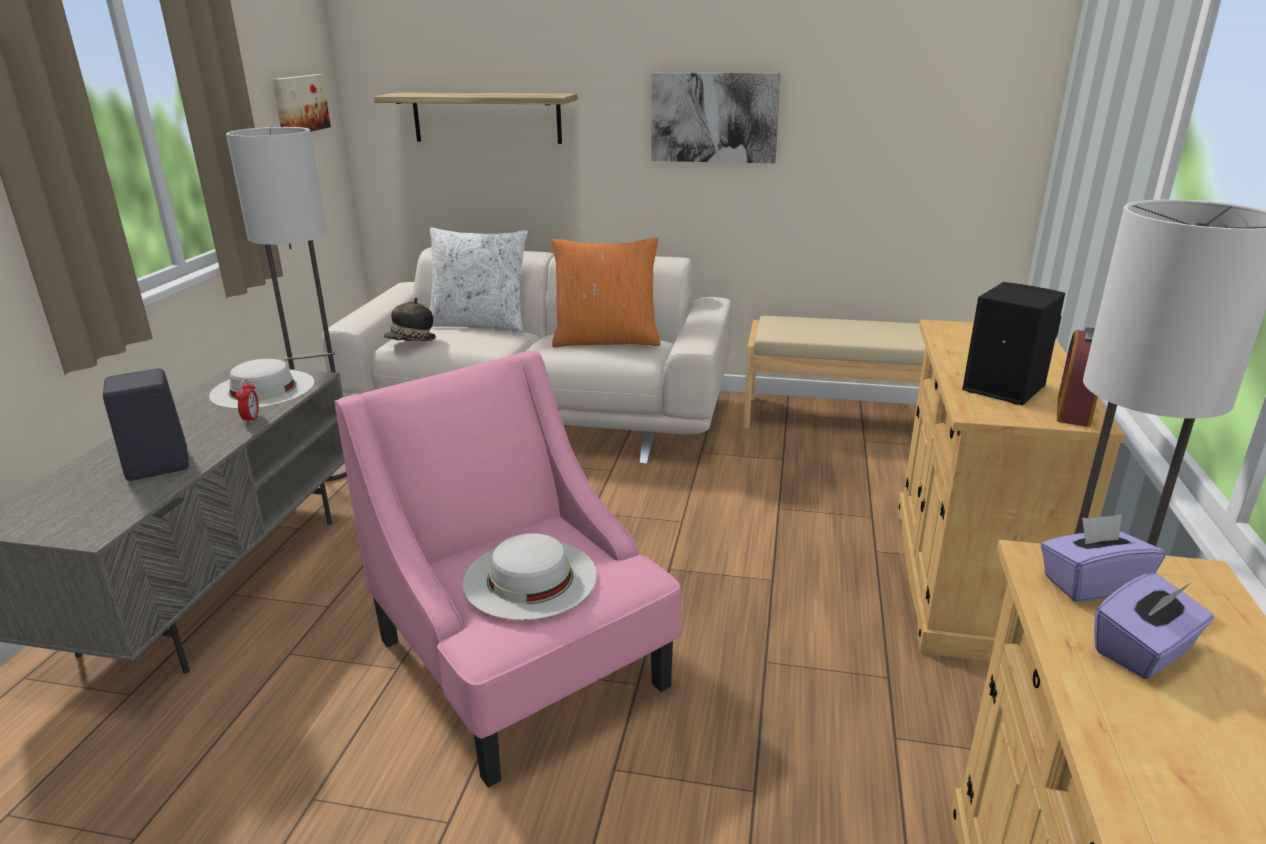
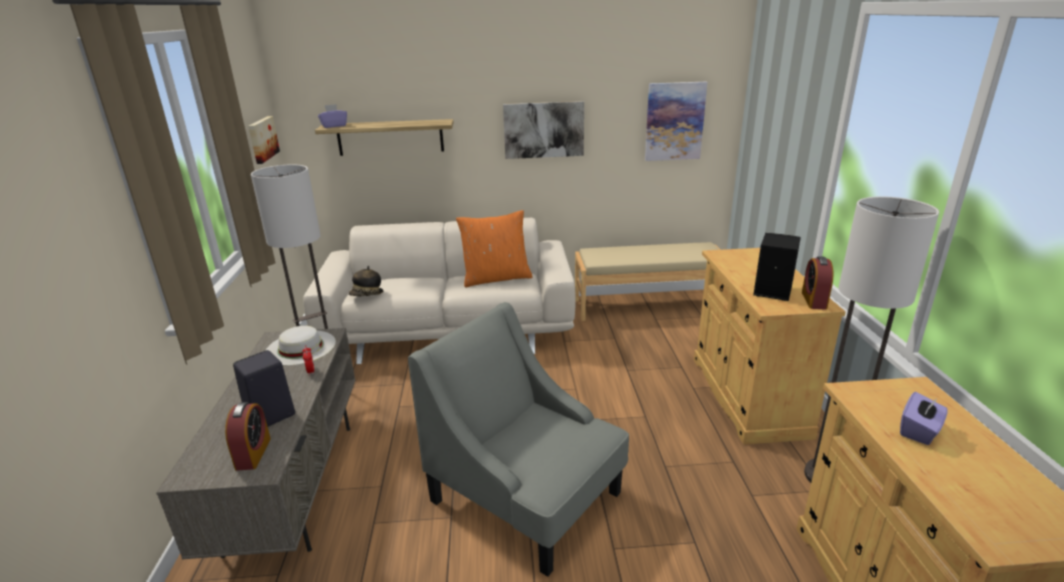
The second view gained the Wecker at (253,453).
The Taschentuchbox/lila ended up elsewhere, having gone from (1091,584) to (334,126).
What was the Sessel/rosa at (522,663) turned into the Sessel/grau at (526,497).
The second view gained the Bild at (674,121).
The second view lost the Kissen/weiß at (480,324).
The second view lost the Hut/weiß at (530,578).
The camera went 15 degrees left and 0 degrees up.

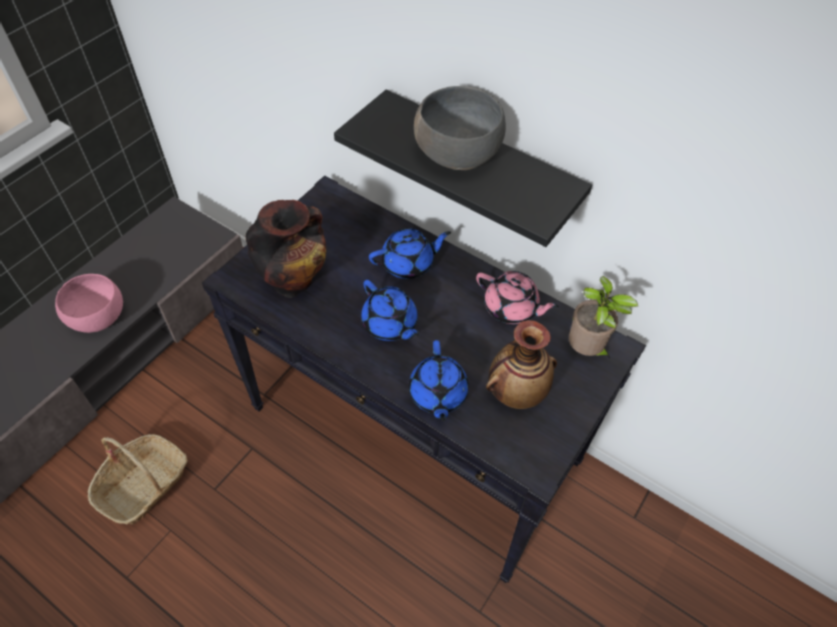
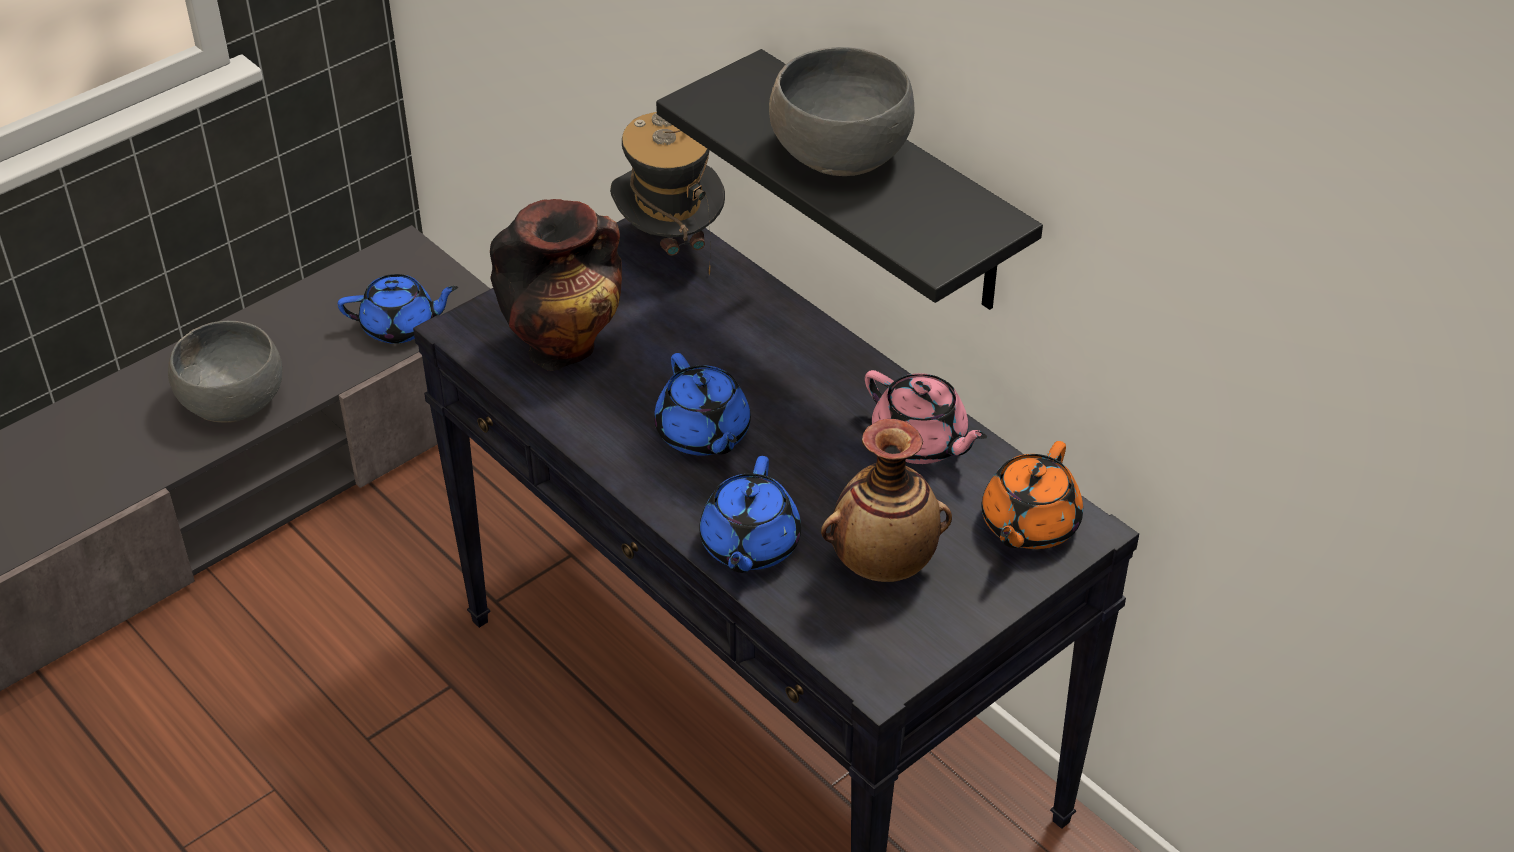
What was the Schüssel/rosa at (97,316) turned into the Schüssel/grau at (233,401).
The Teekanne/blau ended up elsewhere, having gone from (408,264) to (401,326).
The second view gained the Hut at (669,247).
Where the Topfpflanze stood at (586,351), the Teekanne/orange came to stand at (1028,525).
The second view lost the Korb at (144,485).
The camera went 15 degrees right and 10 degrees down.

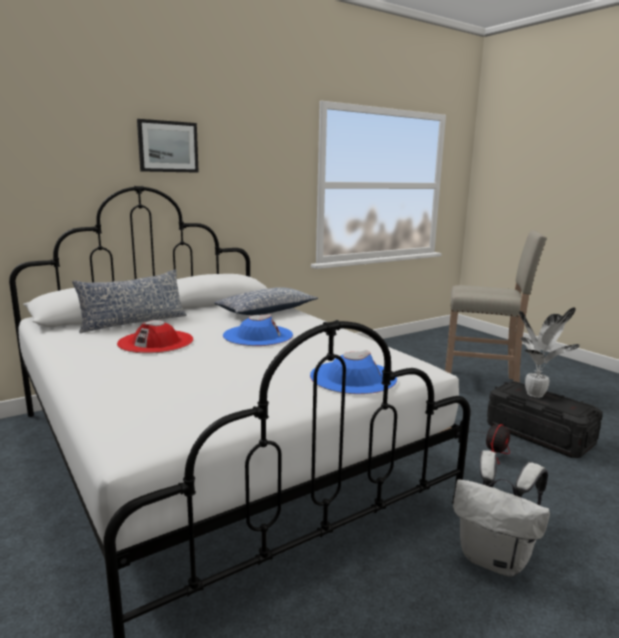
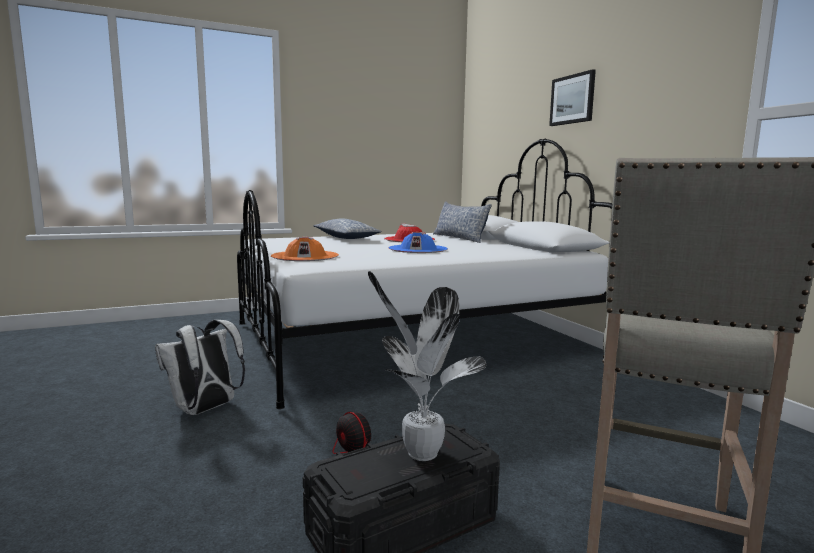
What was the Hut/blau at (353,377) turned into the Hut/orange at (305,256).
The Kissen ended up elsewhere, having gone from (266,311) to (346,238).
The camera went 100 degrees right and 5 degrees down.

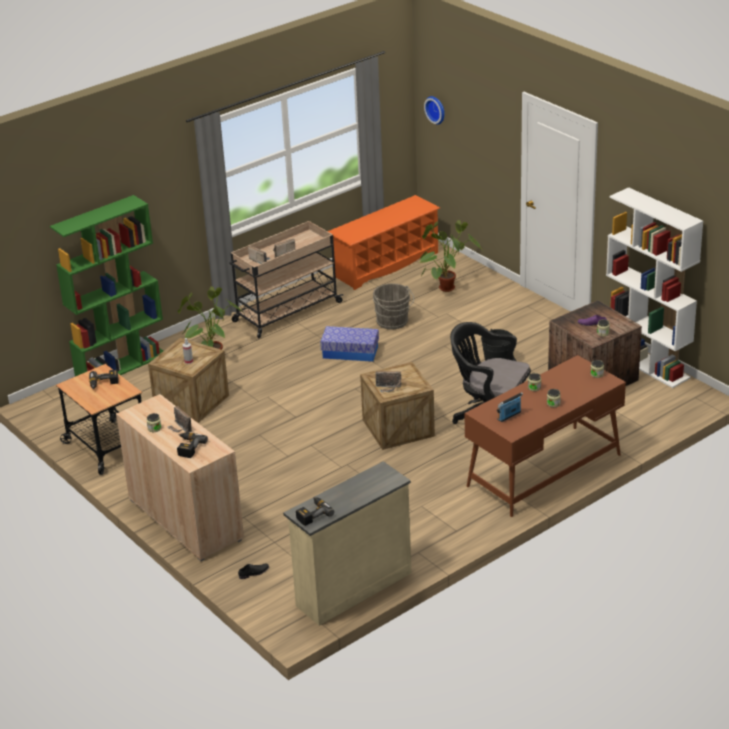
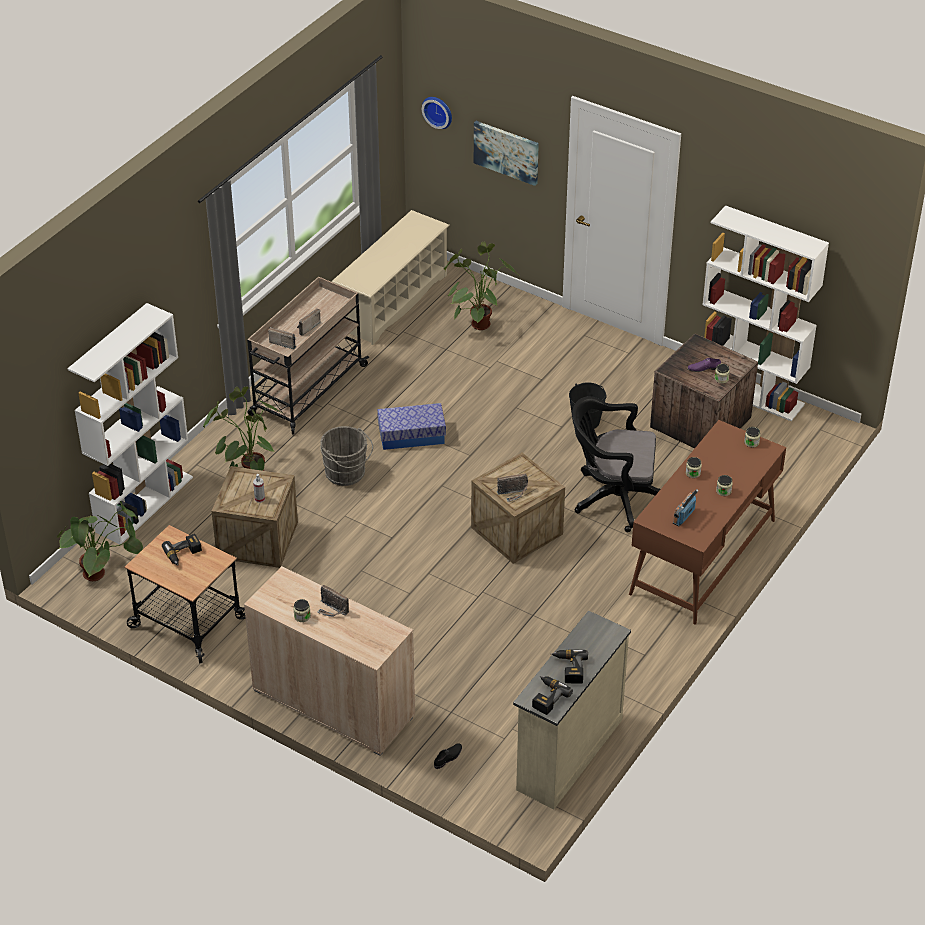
The second view gained the Topfpflanze at (105,575).
What was the Bücherregal/grün at (121,366) turned into the Bücherregal/weiß at (144,504).
The Eimer/grau ended up elsewhere, having gone from (393,322) to (347,474).
What was the Schuhregal/orange at (385,264) turned into the Schuhregal/beige at (393,302).
The second view gained the Bild at (506,152).
The Bohrmaschine ended up elsewhere, having gone from (188,447) to (569,669).
The camera went 20 degrees left and 10 degrees up.

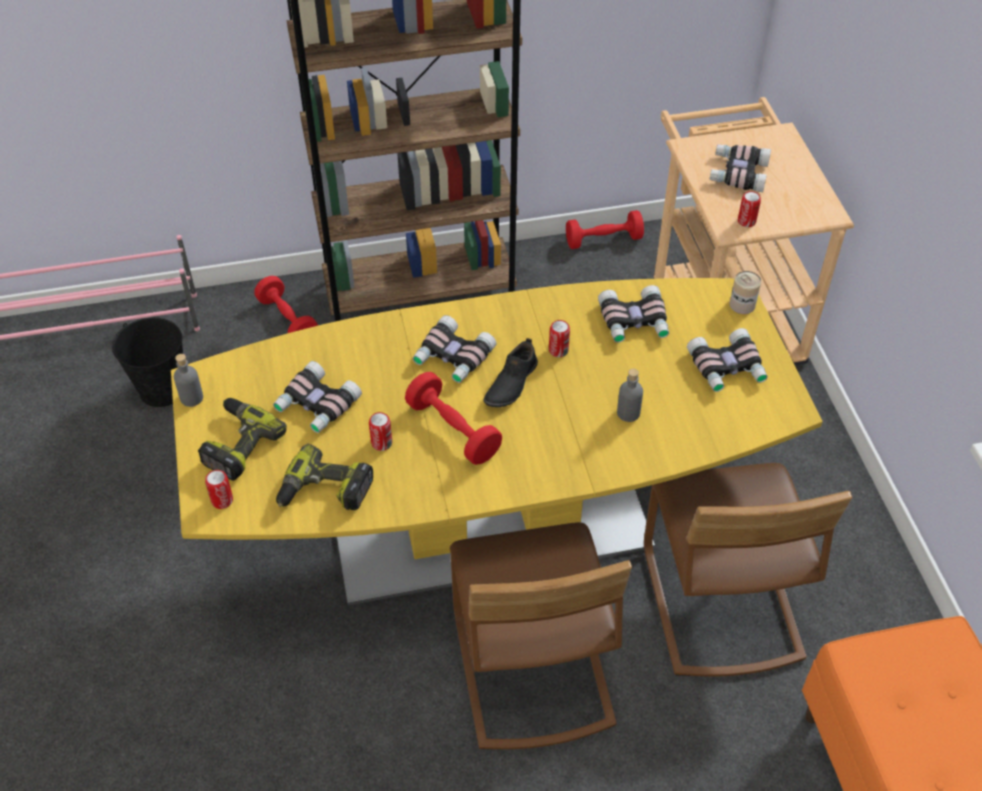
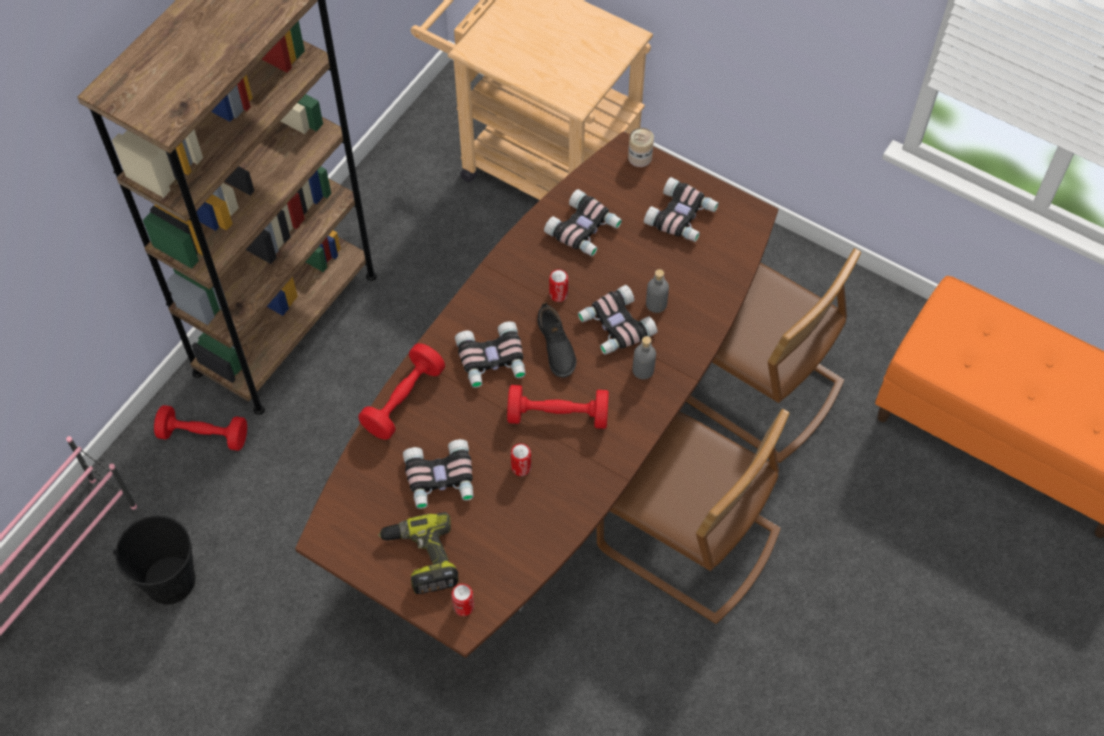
What was the Esstisch/gelb at (491,524) turned into the Esstisch/braun at (552,464).
The Hantel/rot ended up elsewhere, having gone from (603,240) to (403,400).
The Fernglas ended up elsewhere, having gone from (737,173) to (615,326).
The Flasche/grau ended up elsewhere, having gone from (192,398) to (643,370).
The second view lost the Bohrmaschine at (324,492).
The second view lost the Dose at (746,221).
The camera went 45 degrees left and 10 degrees up.

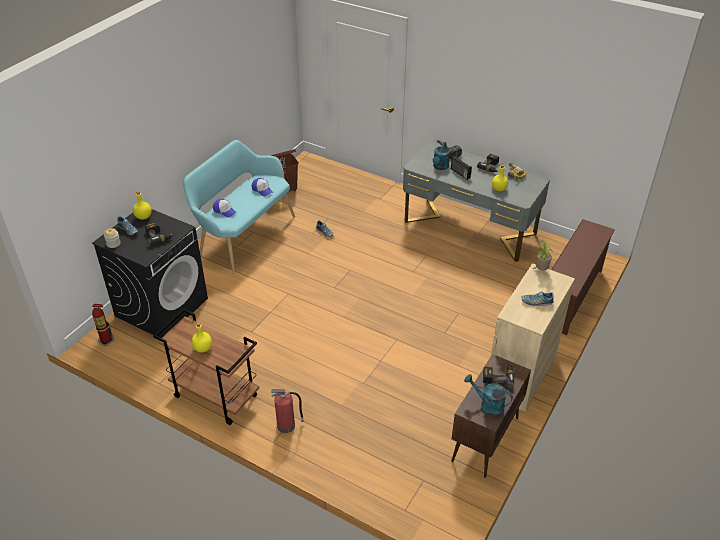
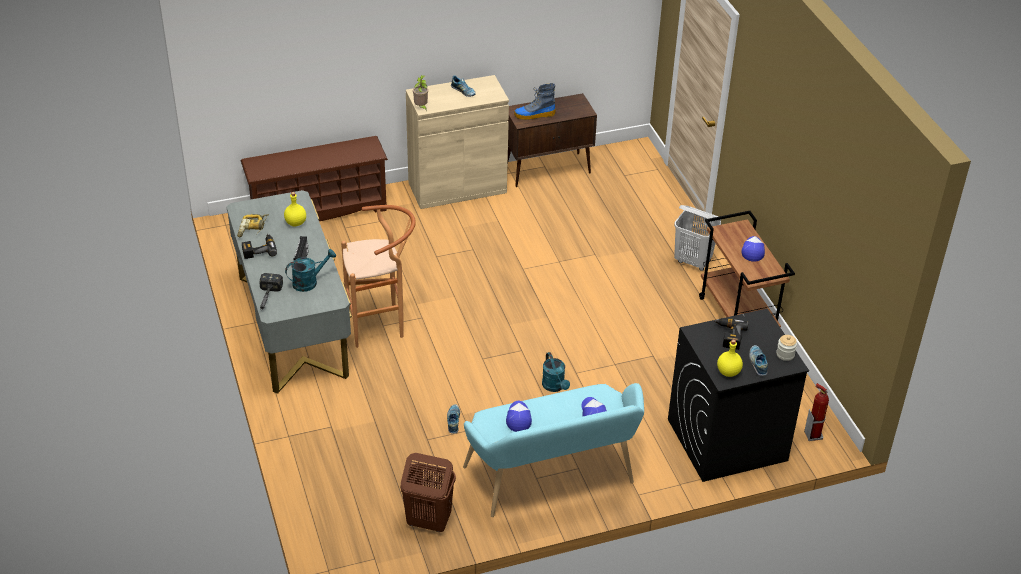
The second view gained the Hocker/braun at (381,325).
Where the Bohrmaschine stood at (498,376), the Stiefel came to stand at (534,115).
The Gießkanne/türkis ended up elsewhere, having gone from (487,405) to (555,387).
Where the Feuerlöscher stood at (287,425), the Wäschekorb/weiß came to stand at (693,261).
Where the Flasche/gelb stood at (203,348), the Kappe came to stand at (752,250).
The camera went 140 degrees left and 0 degrees up.

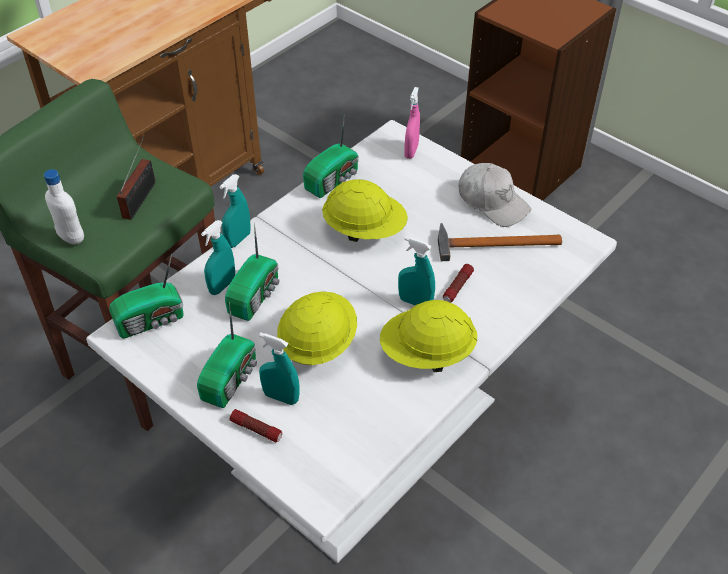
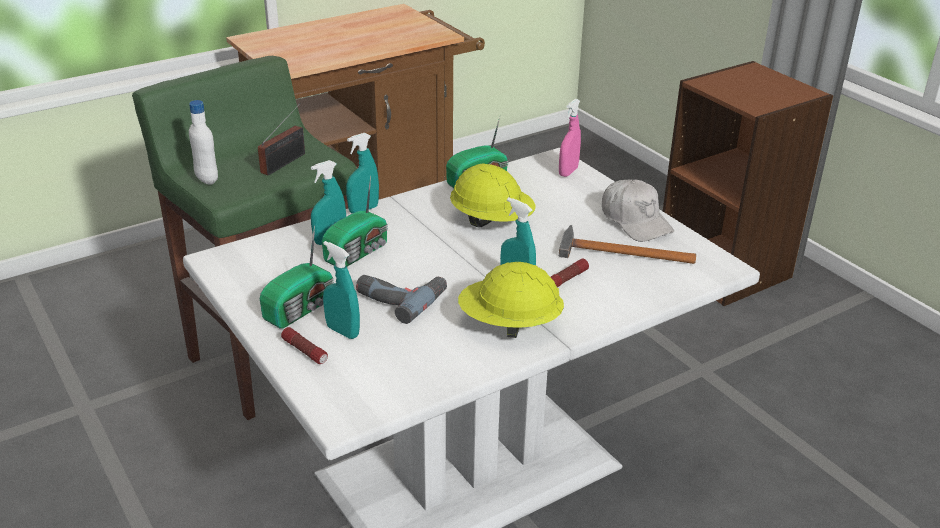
Where the Schutzhelm/gelb stood at (317,343), the Bohrmaschine came to stand at (401,297).
The second view lost the Radio at (152,321).
The camera went 15 degrees right and 15 degrees down.

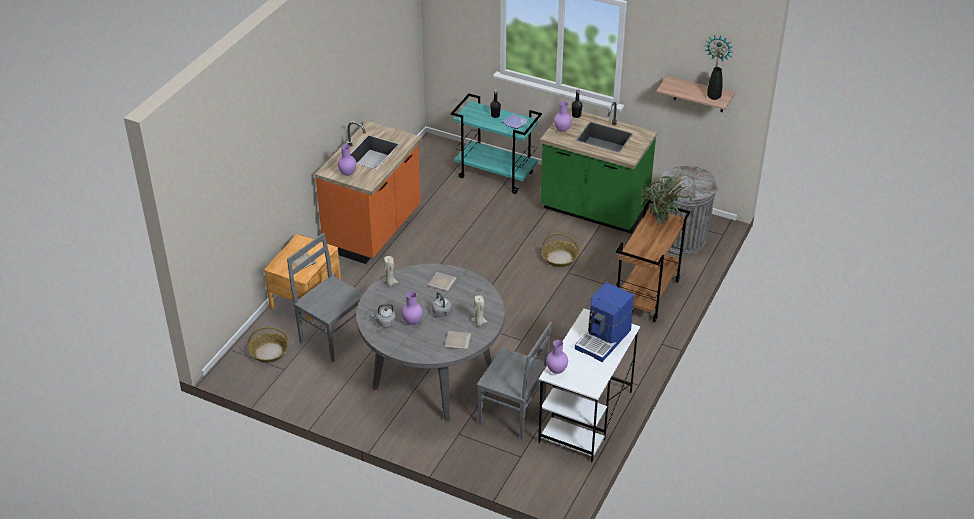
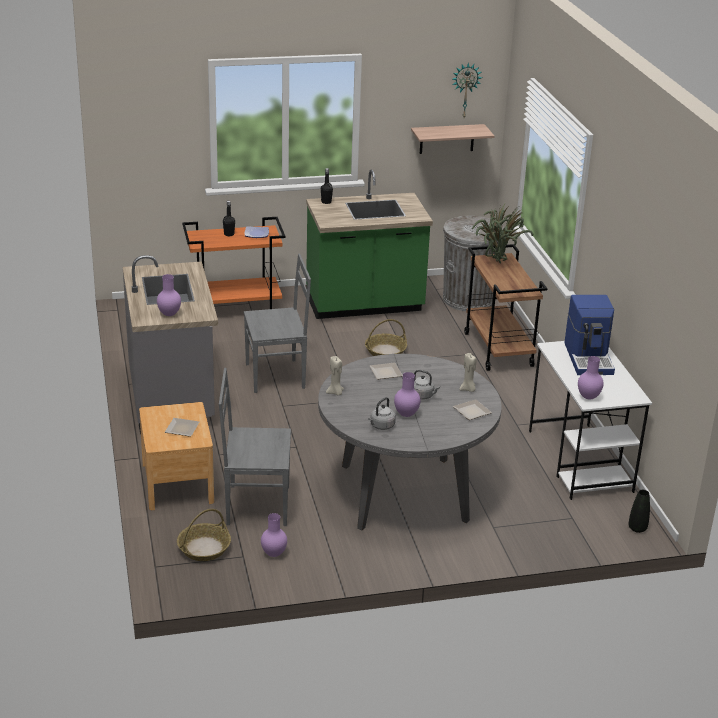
What was the Küchenzeile/orange at (374,231) turned into the Küchenzeile/grau at (173,397).
What was the Rollwagen/türkis at (496,175) turned into the Rollwagen/orange at (235,309).
The Stuhl/grau ended up elsewhere, having gone from (514,414) to (277,376).
The Vase/lila ended up elsewhere, having gone from (562,130) to (274,554).
The Vase/schwarz ended up elsewhere, having gone from (713,97) to (637,528).
The camera went 40 degrees left and 10 degrees down.

